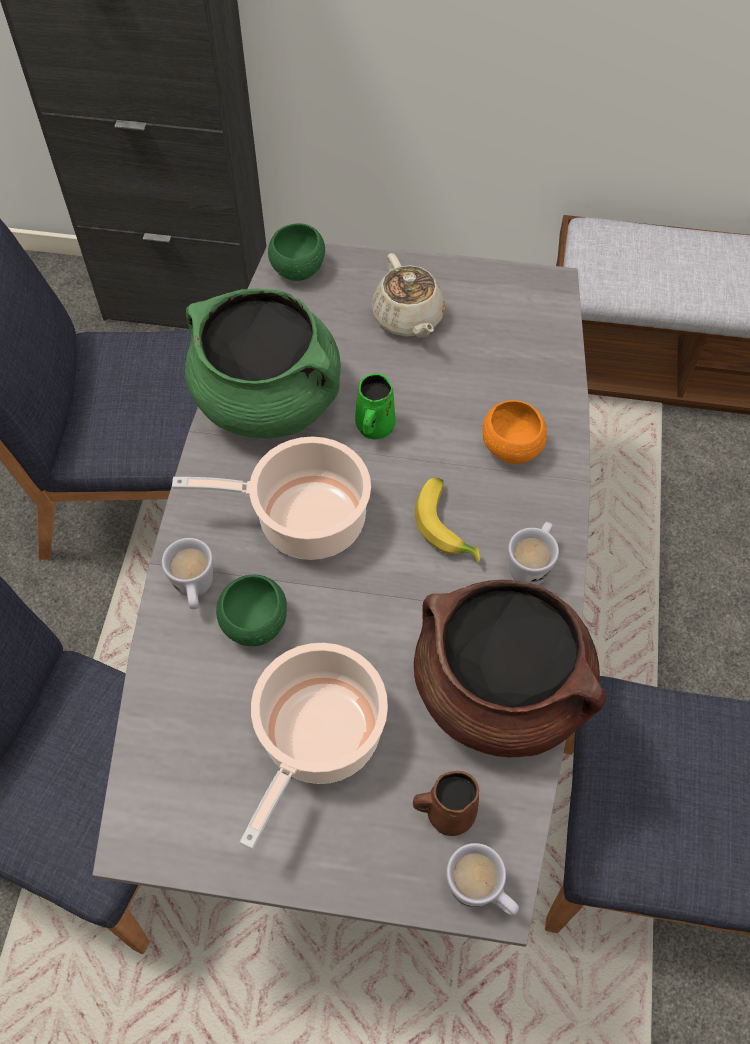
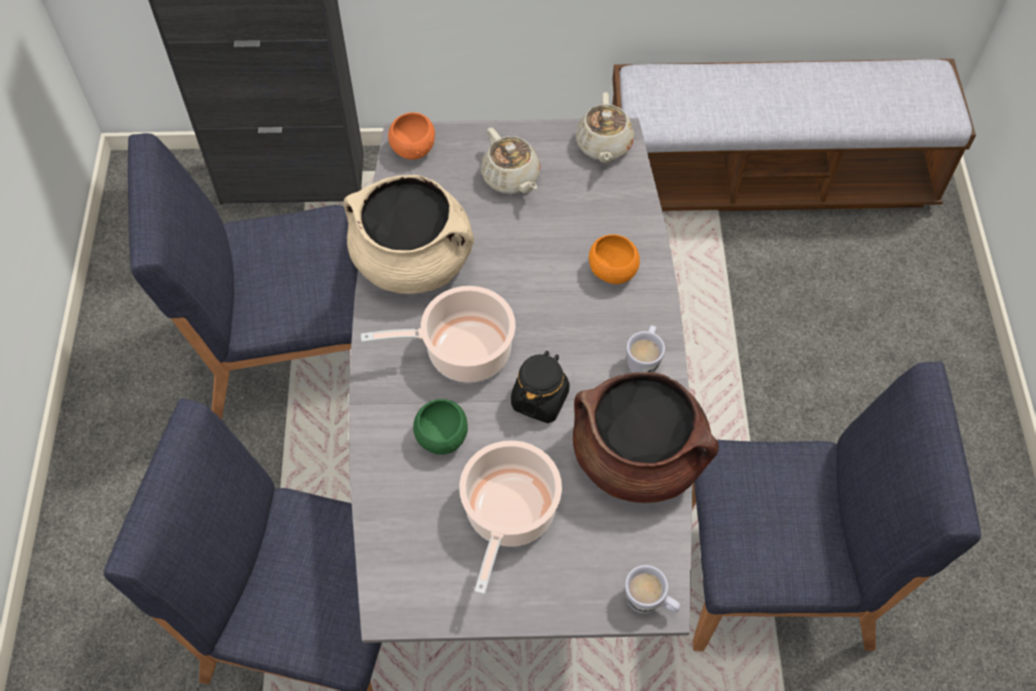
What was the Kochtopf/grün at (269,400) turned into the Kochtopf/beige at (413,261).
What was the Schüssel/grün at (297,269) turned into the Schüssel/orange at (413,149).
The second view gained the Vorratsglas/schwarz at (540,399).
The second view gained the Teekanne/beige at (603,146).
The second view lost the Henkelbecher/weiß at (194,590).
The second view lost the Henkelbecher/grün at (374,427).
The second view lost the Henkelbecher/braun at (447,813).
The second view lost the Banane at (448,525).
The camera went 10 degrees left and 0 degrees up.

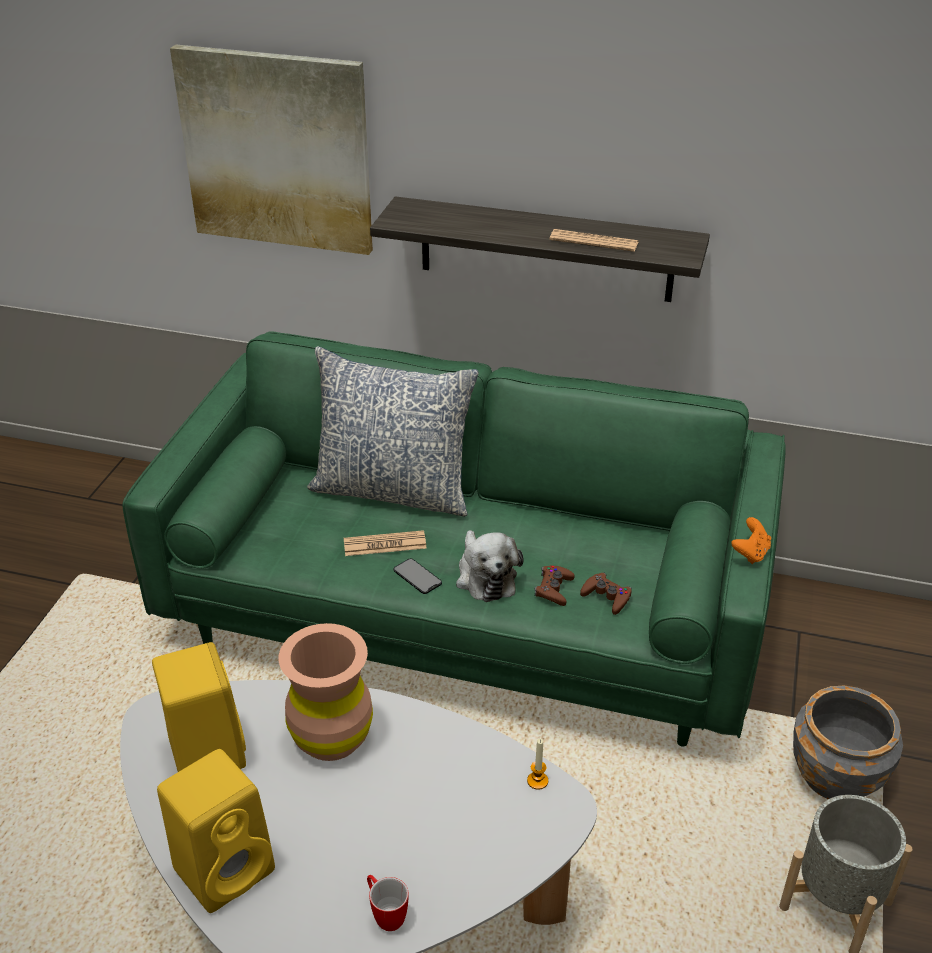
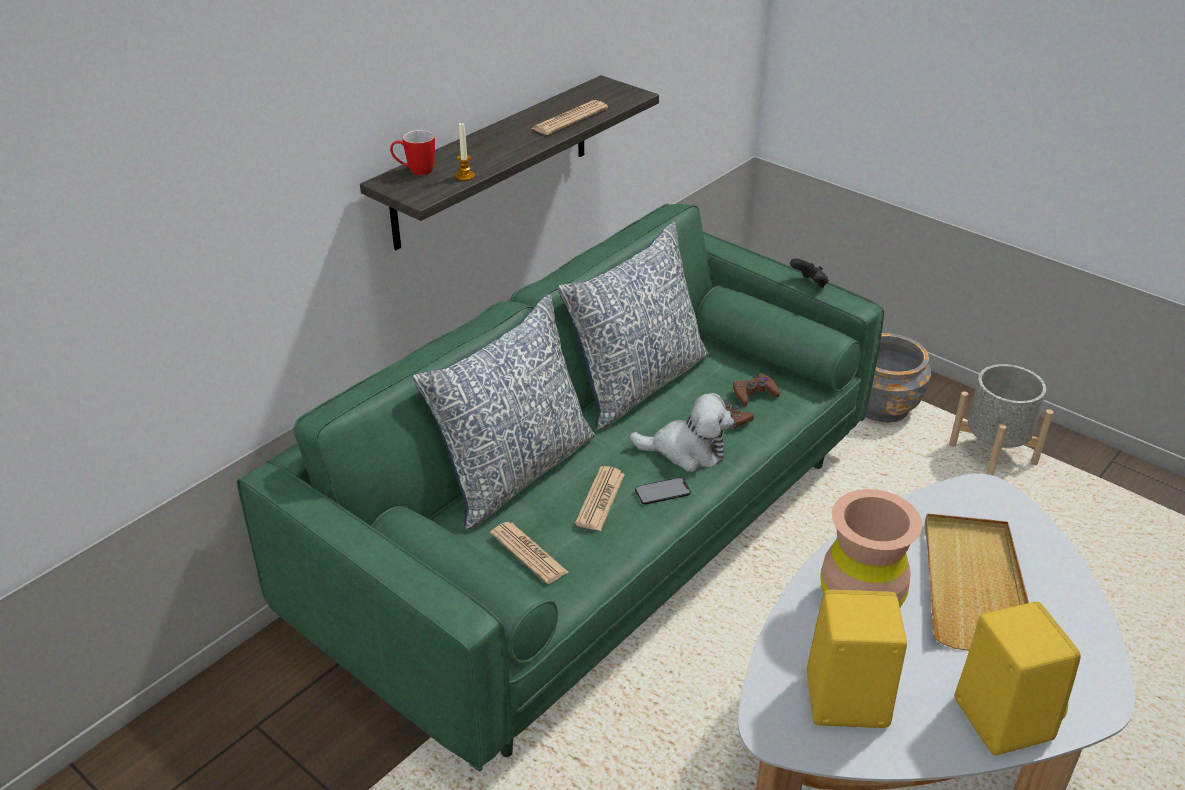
The Henkelbecher ended up elsewhere, having gone from (385,914) to (415,171).
The Kerze ended up elsewhere, having gone from (537,781) to (465,176).
The second view gained the Zeitung at (528,553).
The second view gained the Kissen at (637,383).
What was the Gamepad/orange at (750,553) turned into the Gamepad/schwarz at (809,284).
The second view gained the Tablett/beige at (973,586).
The second view lost the Bild at (277,150).
The camera went 65 degrees left and 0 degrees up.

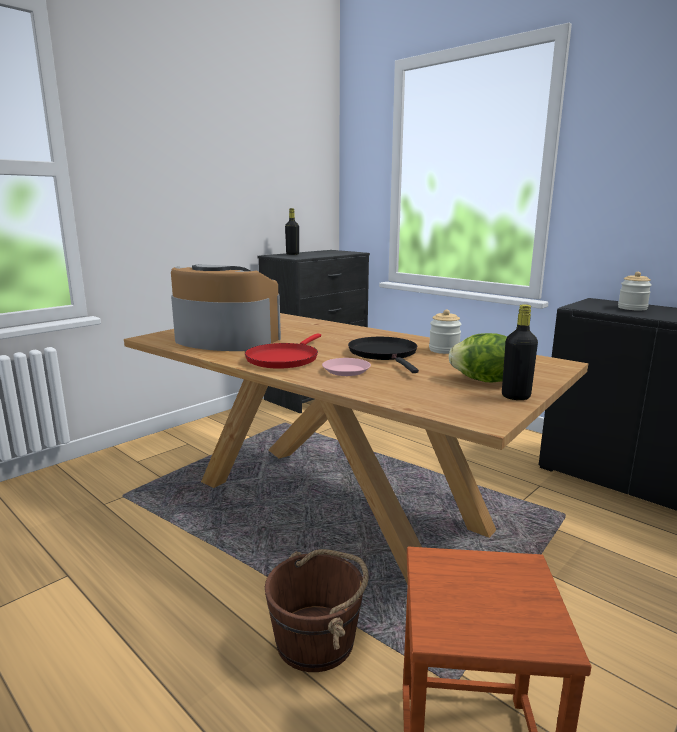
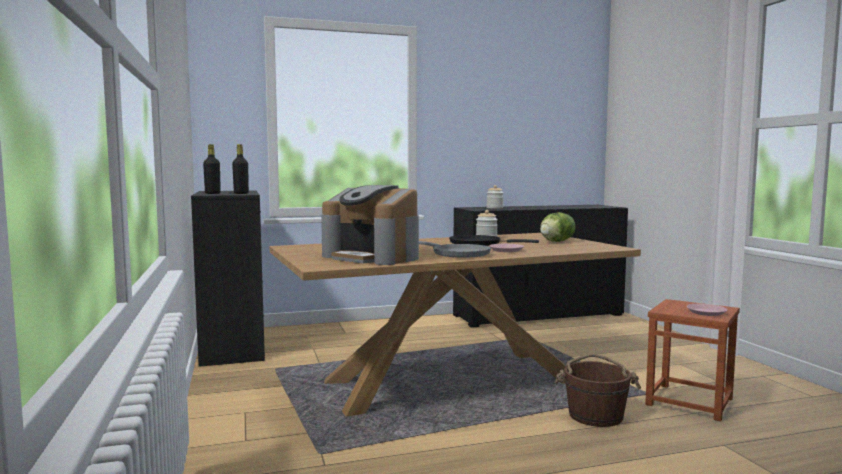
The Flasche/schwarz ended up elsewhere, having gone from (515,396) to (241,193).
The Kaffeemaschine at (225,340) ended up facing another way, 105 degrees counterclockwise from before.
What was the Pfanne/rot at (284,359) turned into the Pfanne/grau at (458,254).
The second view gained the Teller/rosa at (706,312).
The camera went 60 degrees left and 10 degrees down.

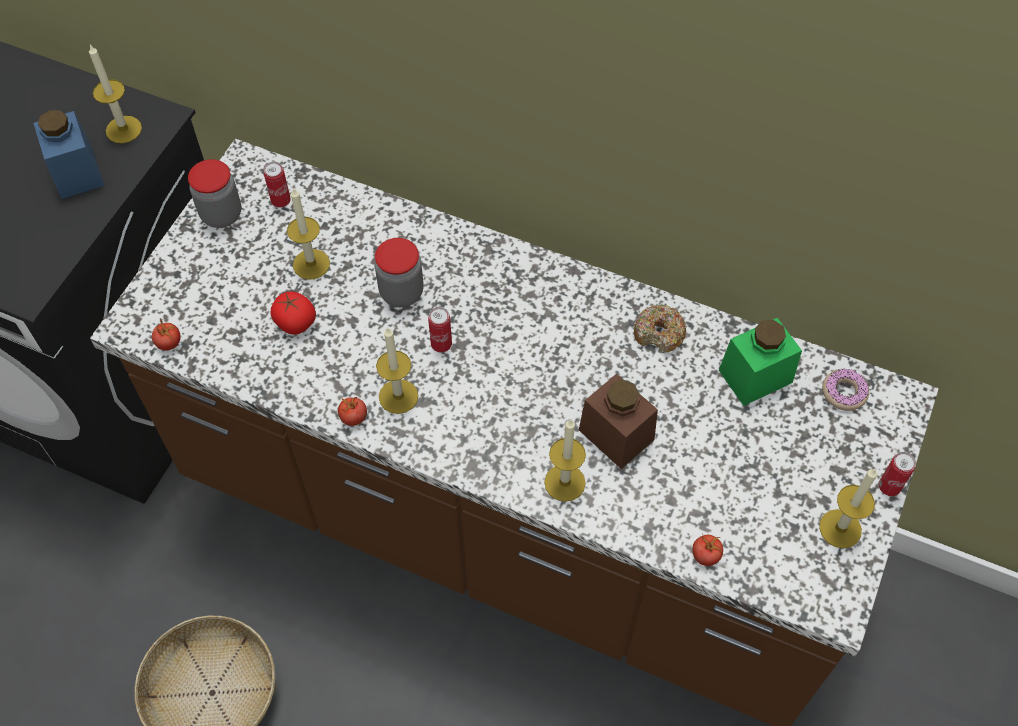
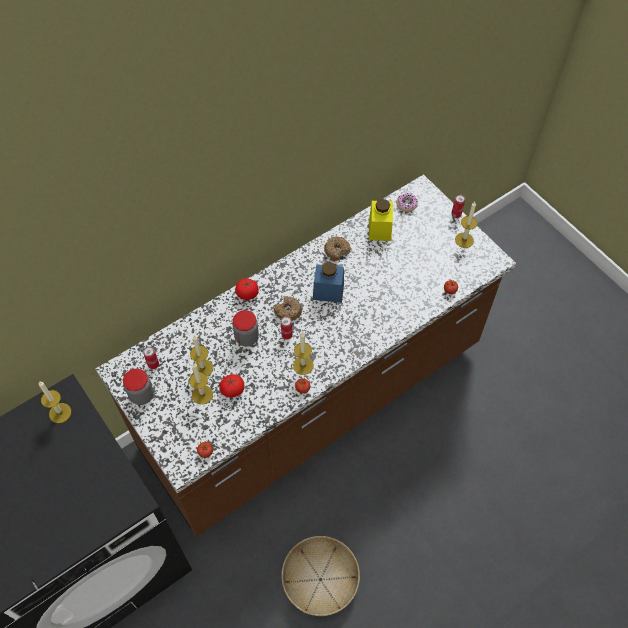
The Kerze ended up elsewhere, having gone from (564,482) to (202,394).
The second view gained the Tomate at (247,294).
The second view gained the Donut at (288,311).
The Vorratsglas/blau ended up elsewhere, having gone from (76,172) to (328,291).
What was the Vorratsglas/grün at (755,376) turned into the Vorratsglas/gelb at (380,229).
The second view lost the Vorratsglas/braun at (616,435).
The camera went 60 degrees left and 0 degrees up.

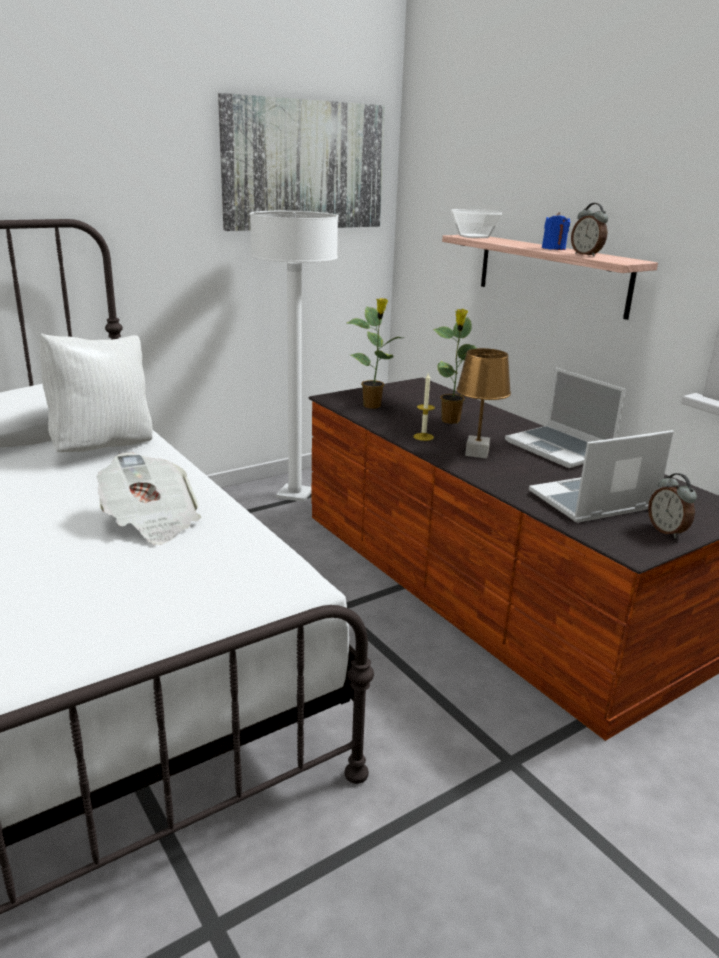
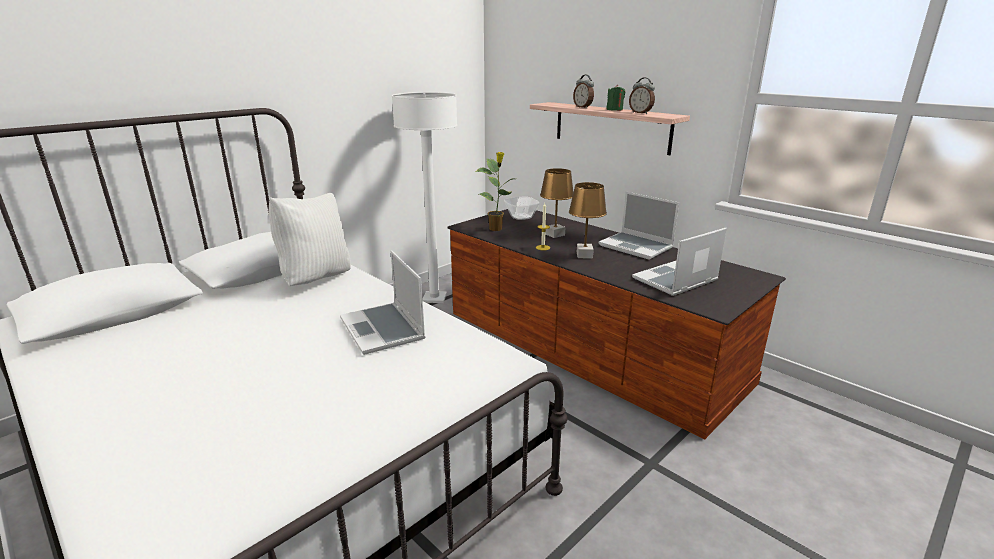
Where the Zeitung stood at (151,522), the Laptop came to stand at (383,330).
The Schüssel ended up elsewhere, having gone from (473,237) to (521,217).
Where the Topfpflanze stood at (450,421), the Tischlampe/braun came to stand at (555,234).
The Wecker ended up elsewhere, having gone from (667,531) to (583,107).
What was the Kerze/blau at (553,249) turned into the Kerze/grün at (614,110).
The second view lost the Bild at (304,166).
The camera went 10 degrees left and 0 degrees up.

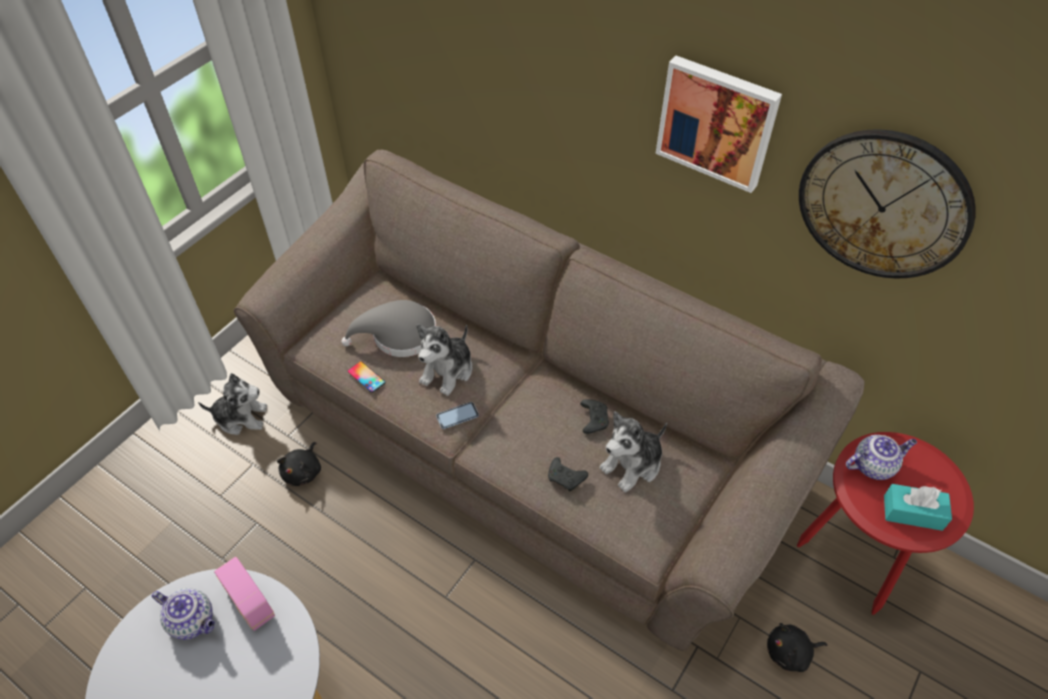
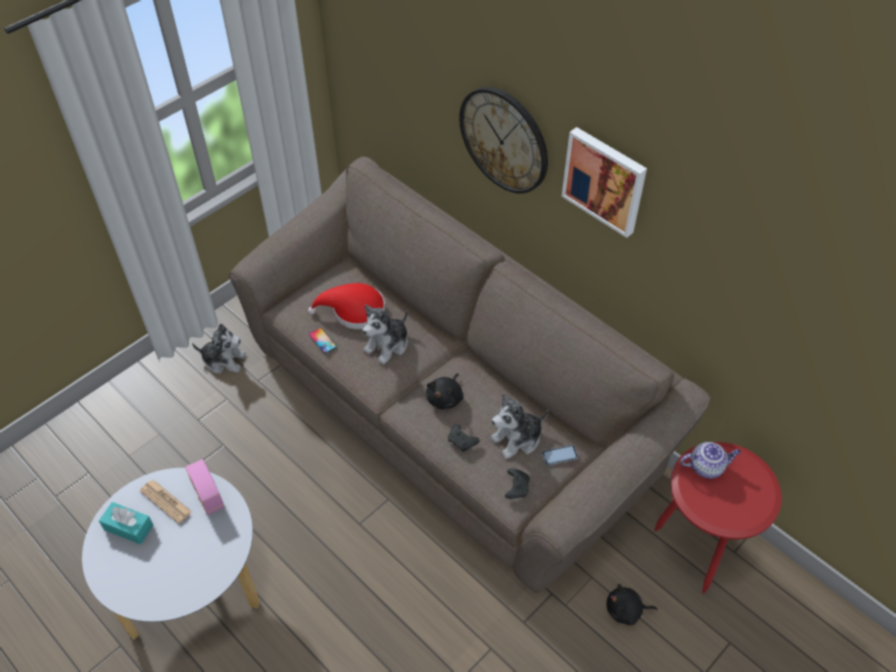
The Taschentuchbox/türkis ended up elsewhere, having gone from (912,512) to (128,527).
Where the Teekanne stood at (193,621), the Zeitung came to stand at (166,501).
What was the Hut/grau at (398,335) turned into the Hut/rot at (354,311).
The Plüschtier/schwarz ended up elsewhere, having gone from (303,471) to (445,398).
The Wanduhr ended up elsewhere, having gone from (883,205) to (504,139).
The Gamepad/schwarz ended up elsewhere, having gone from (593,419) to (516,486).
The Handy ended up elsewhere, having gone from (457,416) to (559,455).
The camera went 10 degrees right and 0 degrees up.

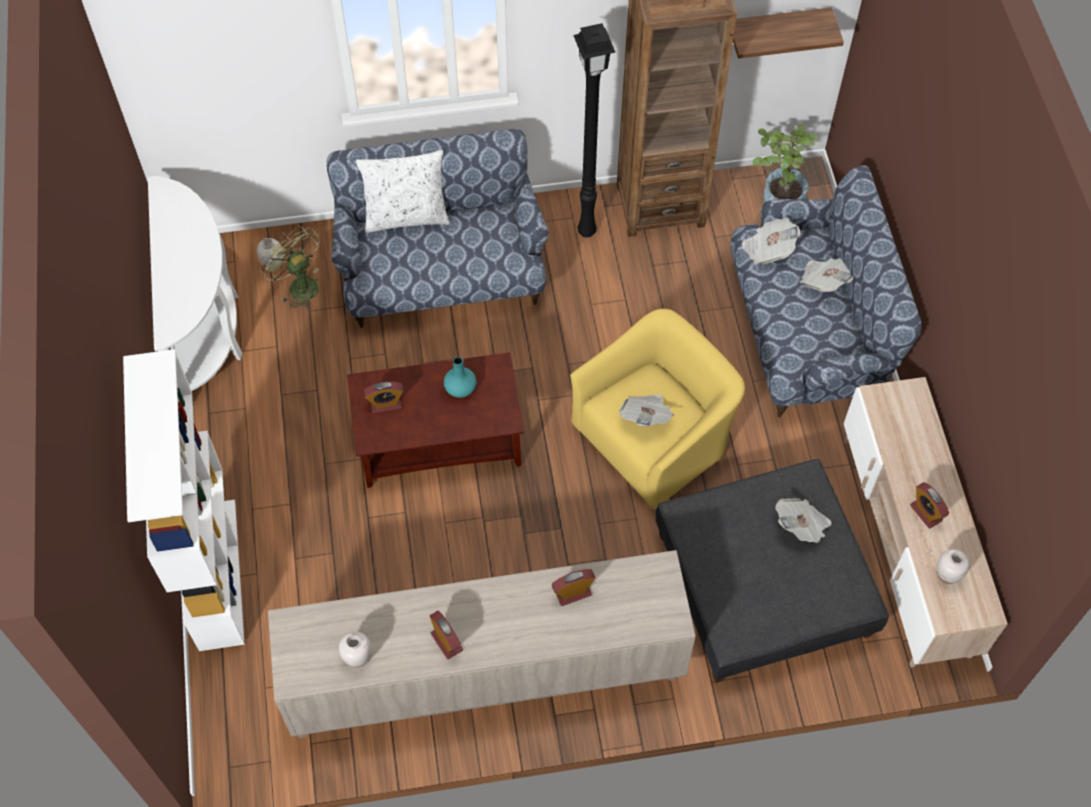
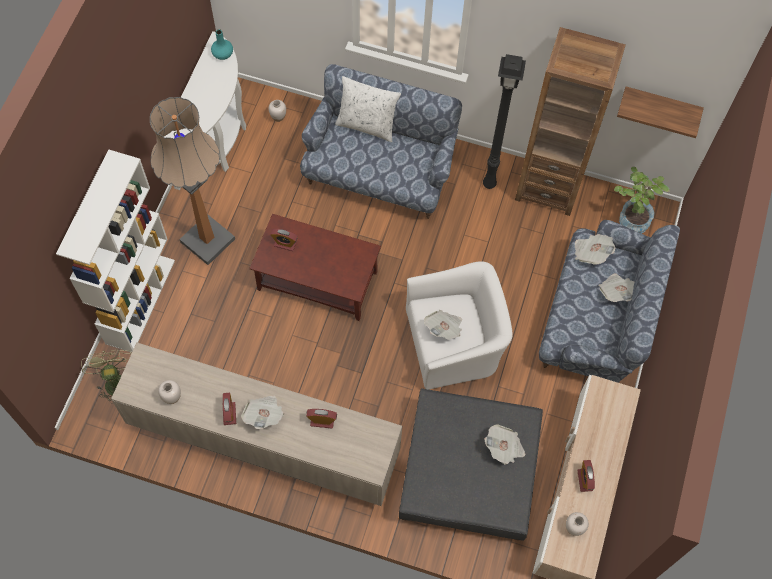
The Ventilator/grün ended up elsewhere, having gone from (298,285) to (114,380).
The second view gained the Stehlampe at (208,240).
The Vase/türkis ended up elsewhere, having gone from (460,388) to (222,54).
The second view gained the Zeitung at (264,415).
What was the Sessel/gelb at (654,437) turned into the Sessel/weiß at (454,342).
The camera went 25 degrees right and 5 degrees up.

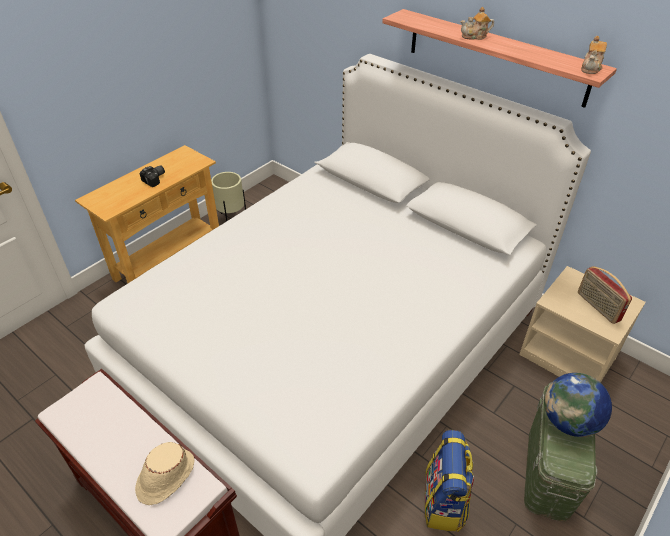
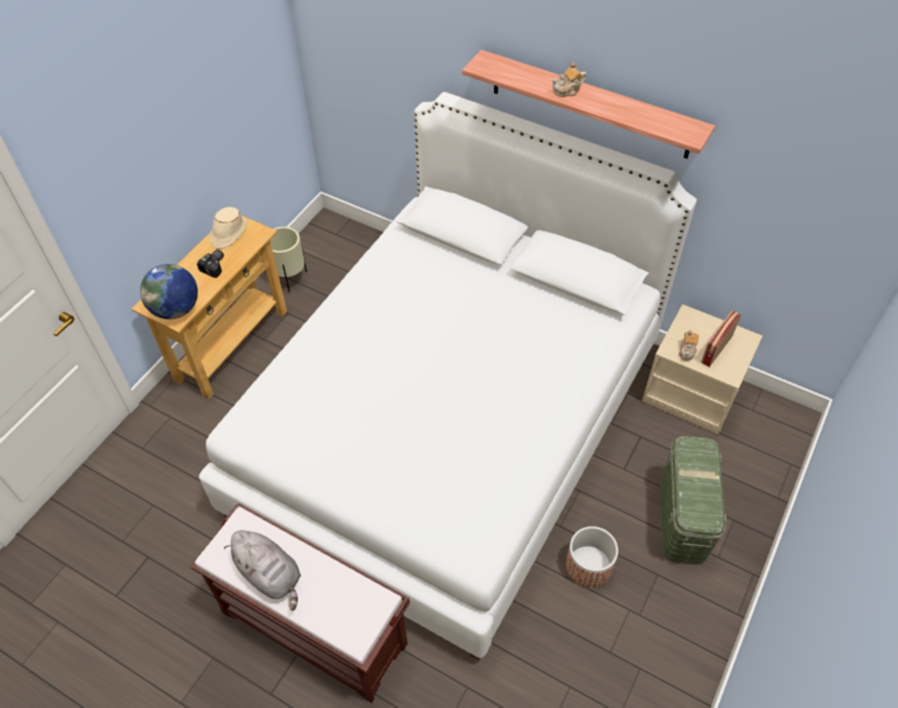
The Globus ended up elsewhere, having gone from (569,421) to (176,309).
The Hut/beige ended up elsewhere, having gone from (165,477) to (228,233).
The second view gained the Plüschtier/grau at (271,575).
Where the Rucksack stood at (444,502), the Pflanzkübel came to stand at (589,566).
The Teekanne ended up elsewhere, having gone from (591,68) to (687,351).
The Radio at (597,307) ended up facing another way, 75 degrees clockwise from before.
The camera went 10 degrees left and 10 degrees up.

